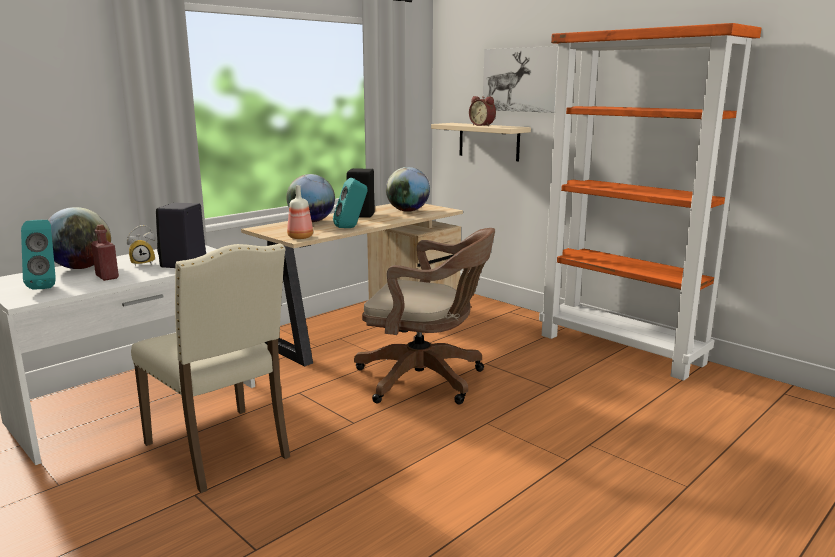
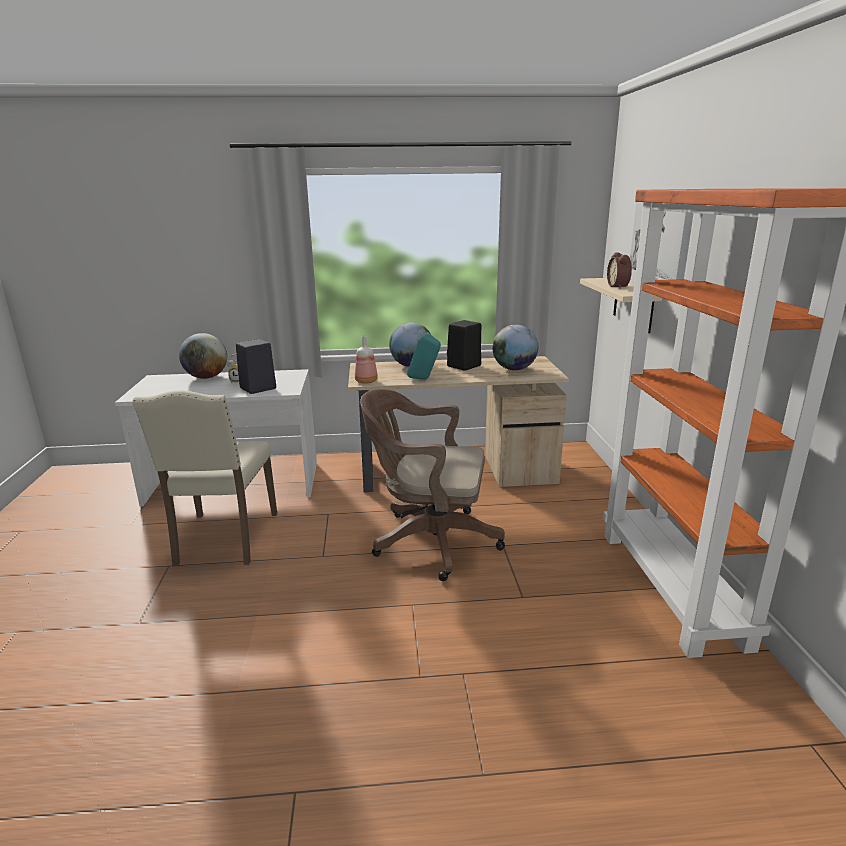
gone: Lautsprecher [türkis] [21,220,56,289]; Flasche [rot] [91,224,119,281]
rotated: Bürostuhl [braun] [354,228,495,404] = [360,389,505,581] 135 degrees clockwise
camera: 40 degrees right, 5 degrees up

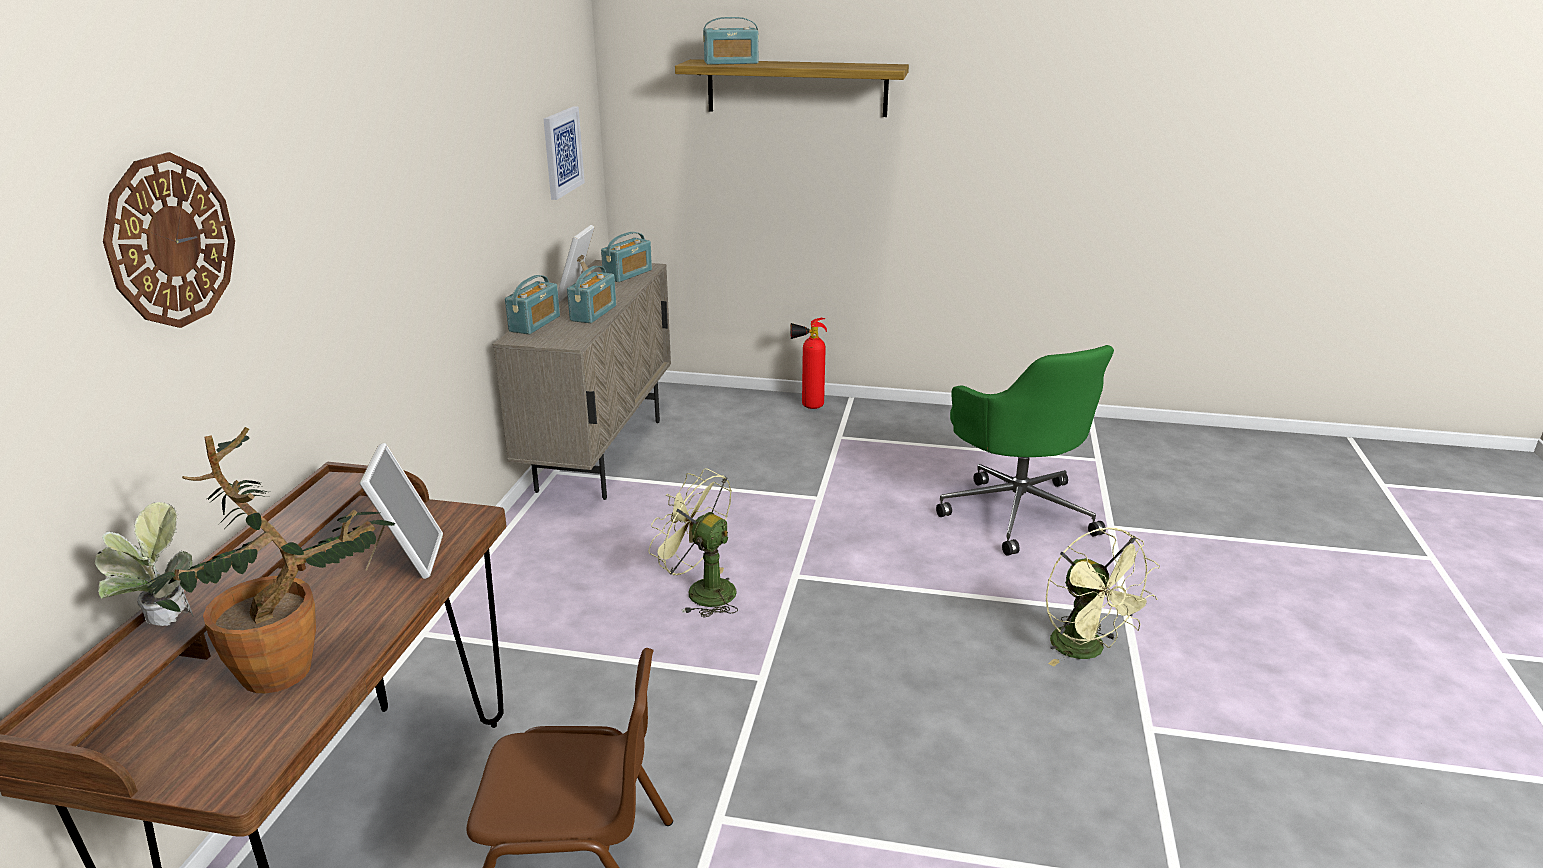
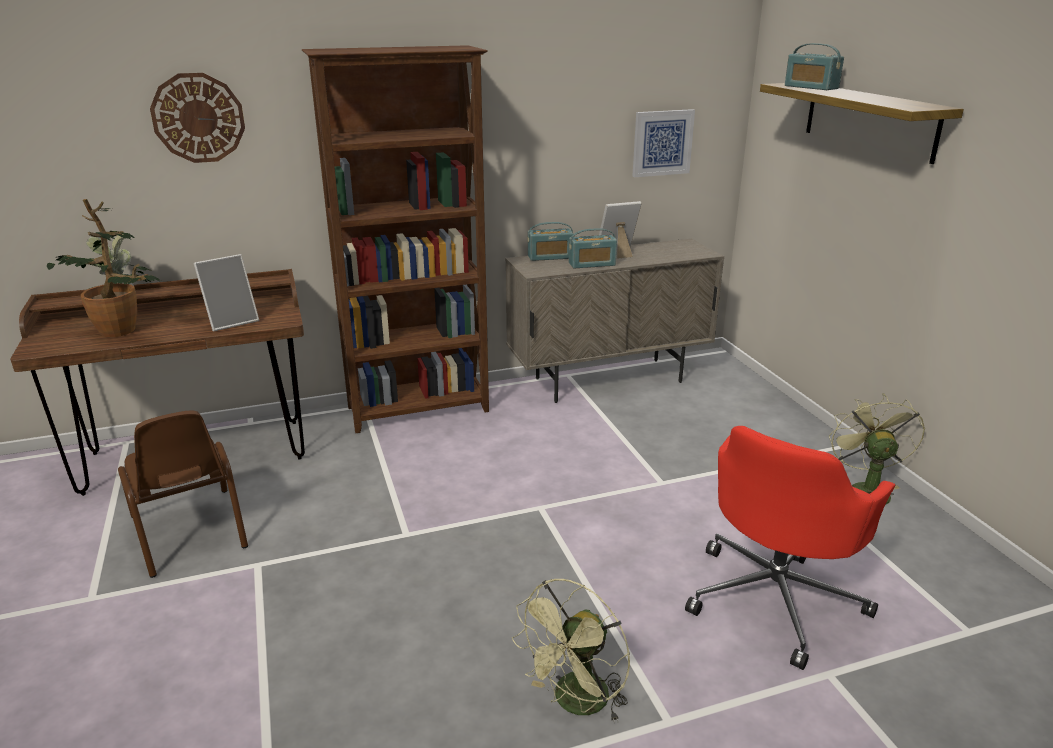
gone: Radio [601,232,652,282]; Feuerlöscher [791,318,827,409]
new: Bücherregal [braun] [302,45,489,433]
shifted: Ventilator [grün] [649,468,738,617] to [829,393,925,504]
repainted: Bürostuhl [grün] [936,345,1114,556] to Bürostuhl [rot] [685,426,896,670]
camera: 60 degrees right, 0 degrees up

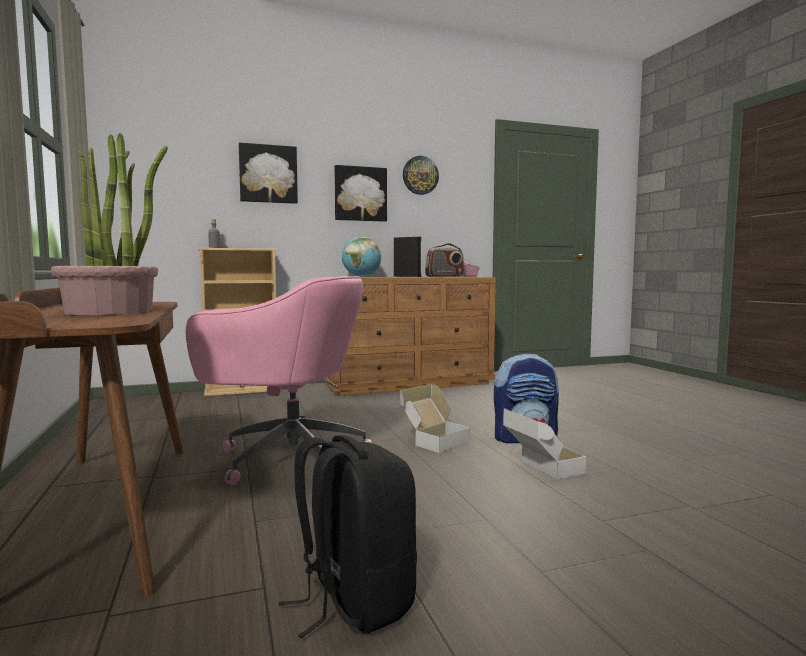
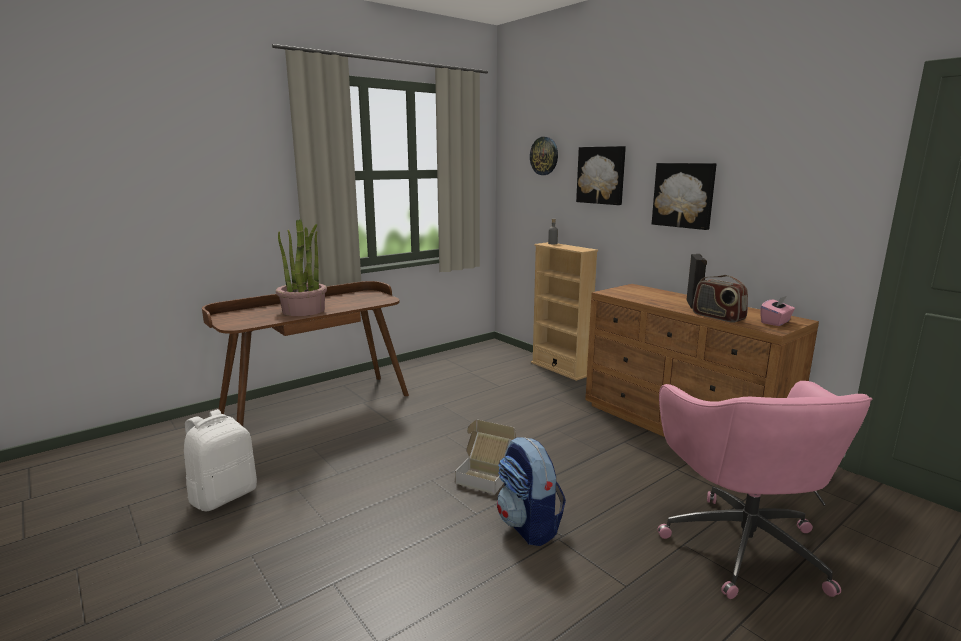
gone: Globus [342,237,381,277]; Karton [503,408,586,480]
shifted: Wanduhr [403,156,439,195] to [530,137,558,175]; Bürostuhl [rosa] [186,276,373,485] to [657,381,872,599]
repainted: Rucksack [schwarz] [279,435,417,638] to Rucksack [weiß] [184,409,257,511]
camera: 70 degrees right, 10 degrees up

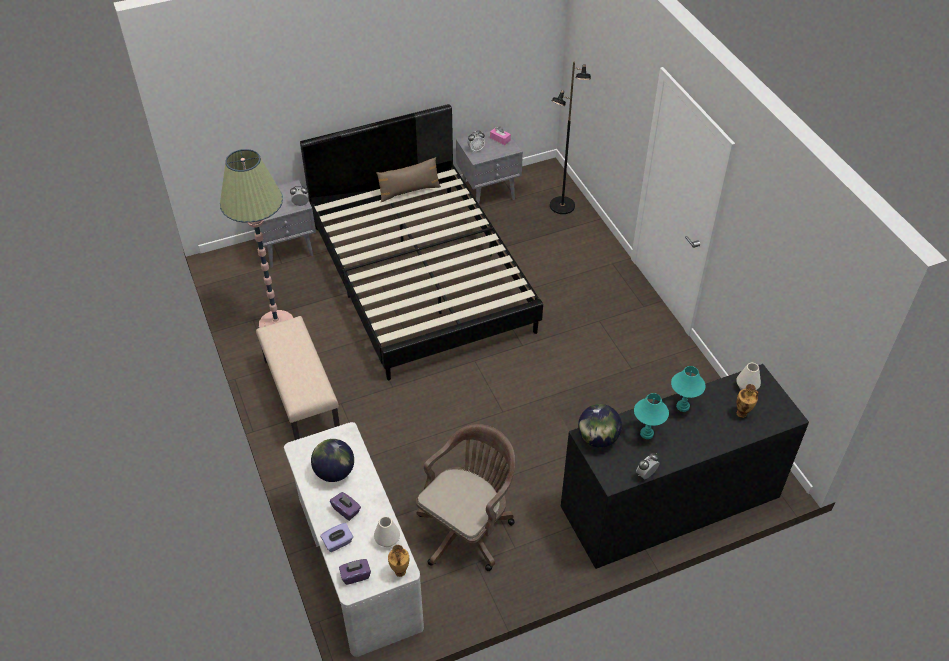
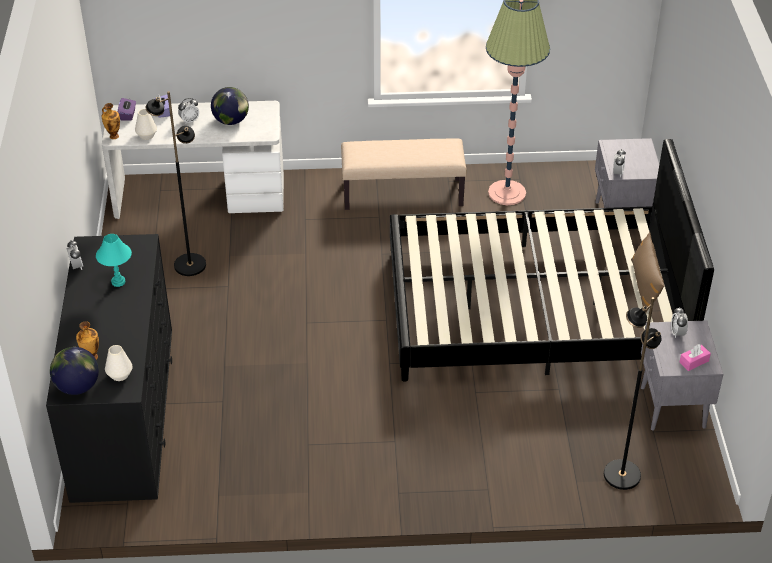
gone: Tischlampe [türkis] [671,366,706,412]
shifted: Globus [578,404,622,448] to [50,347,99,395]
swapped: Bürostuhl [braun] [416,424,515,571] to Stehlampe [schwarz] [146,91,206,276]; Taschentuchbox [lila] [330,492,361,521] to Wecker [178,98,199,123]
camera: 110 degrees right, 5 degrees down

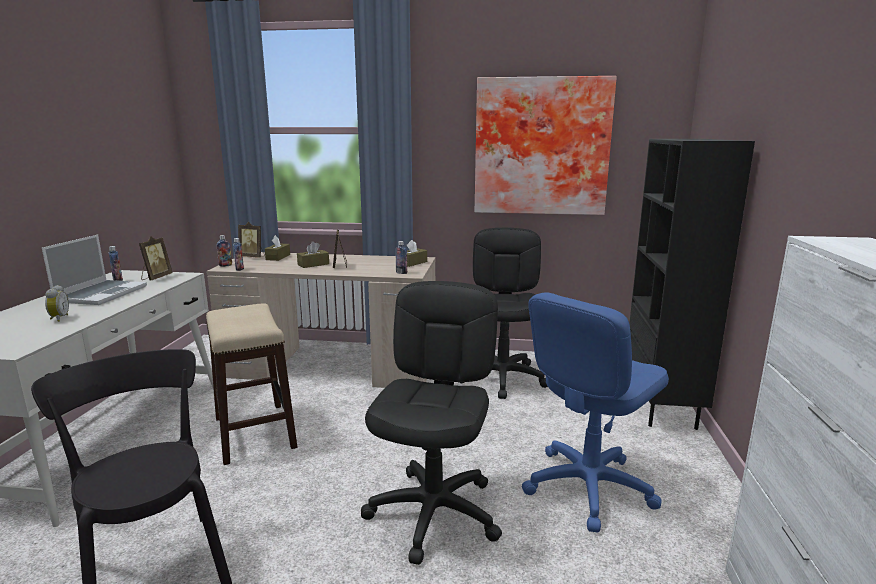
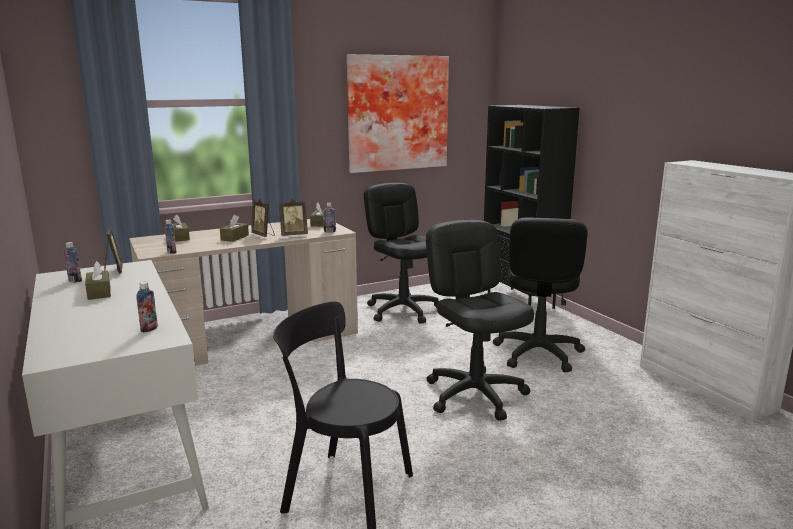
gone: Wecker [45,285,69,322]; Hocker [206,303,297,465]
shifted: Flasche [216,235,232,267] to [136,282,158,333]; Bilderrahmen [238,222,265,258] to [279,199,308,236]
swapped: Laptop [42,235,147,305] to Taschentuchbox [braun] [85,261,111,300]
repainted: Bürostuhl [blau] [522,292,669,532] to Bürostuhl [schwarz] [493,217,588,372]
camera: 35 degrees left, 0 degrees up

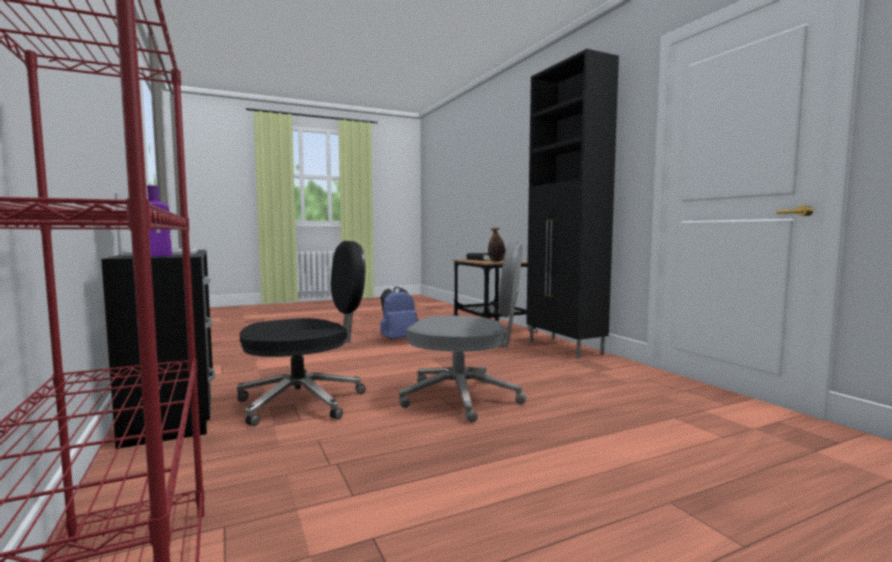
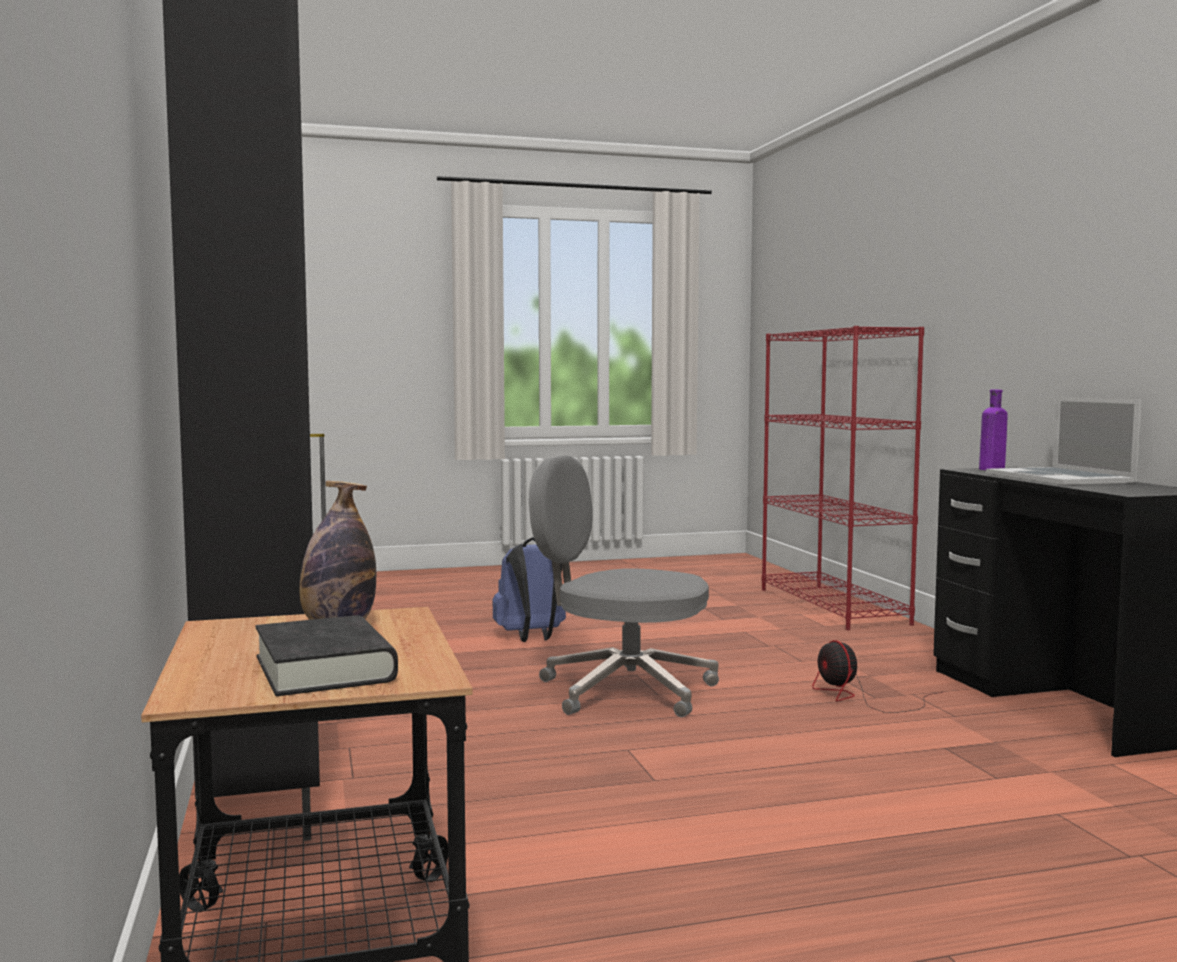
shifted: Rucksack [blau] [380,286,419,339] to [493,537,566,642]
swapped: Bürostuhl [schwarz] [237,241,366,426] to Ventilator [812,640,943,713]
camera: 170 degrees left, 0 degrees up

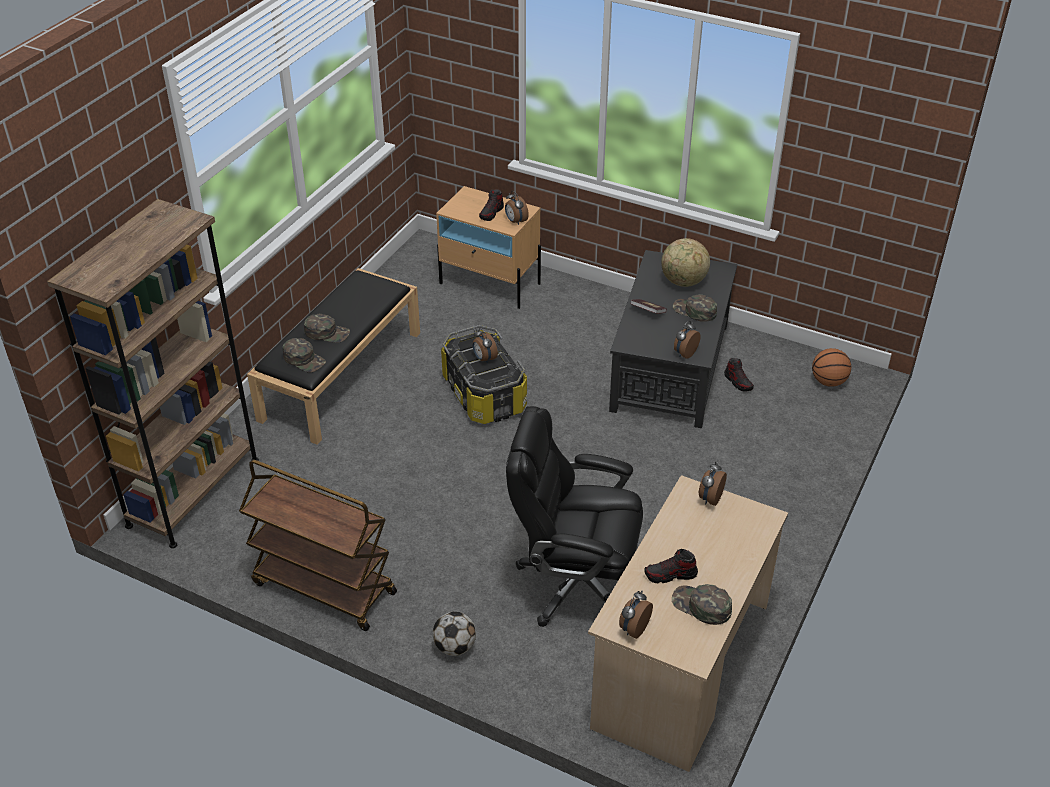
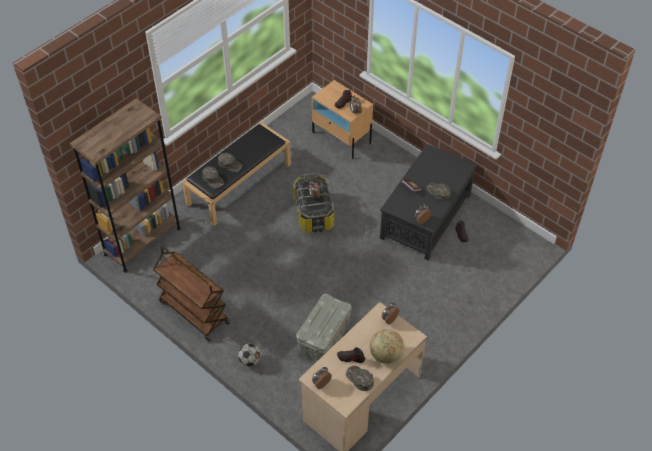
gone: Basketball [812,348,851,387]
shifted: Globus [661,238,710,287] to [370,329,404,364]
swapped: Bürostuhl [schwarz] [506,406,643,627] to Aufbewahrungsbox [grau] [296,294,352,362]
camera: 15 degrees right, 10 degrees up

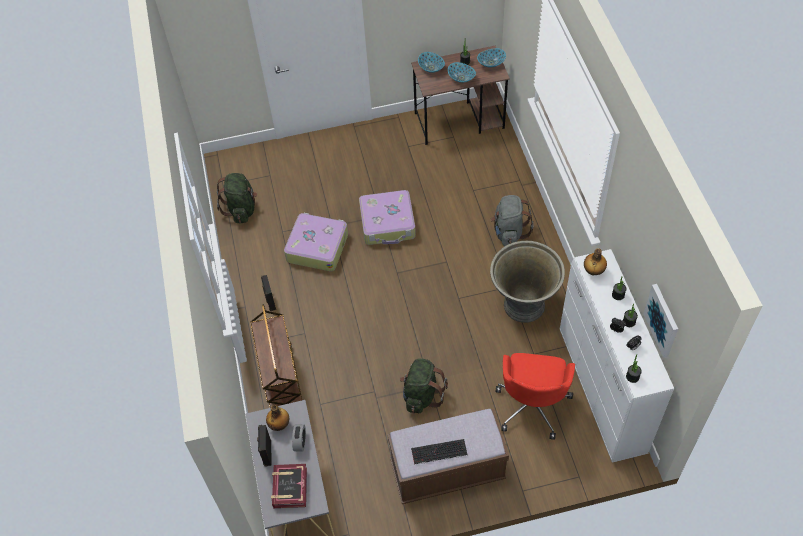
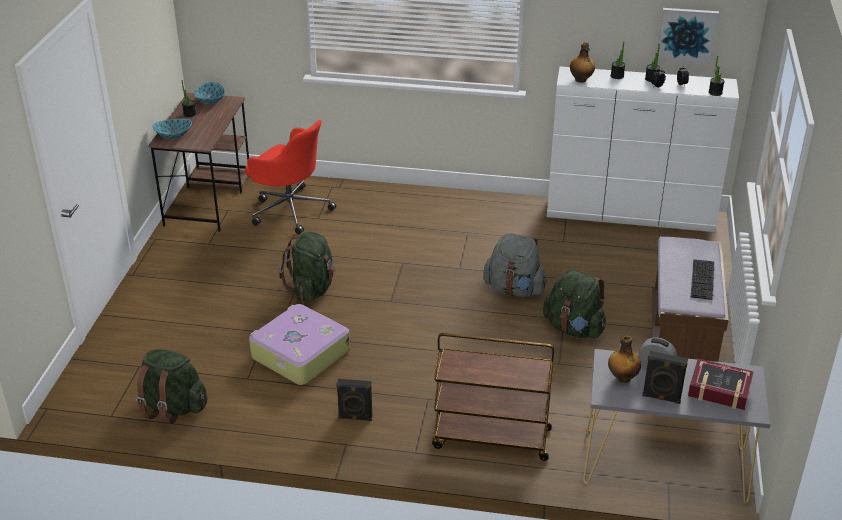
gone: Schüssel [448,62,476,83]; Pflanzkübel [grau] [490,241,565,323]
shifted: Bürostuhl [rot] [496,353,575,440] to [245,120,336,234]; Rucksack [grau] [490,195,534,246] to [483,233,547,297]
swapped: Koffer [359,190,416,245] to Rucksack [grün] [279,232,336,302]
camera: 70 degrees left, 20 degrees down

